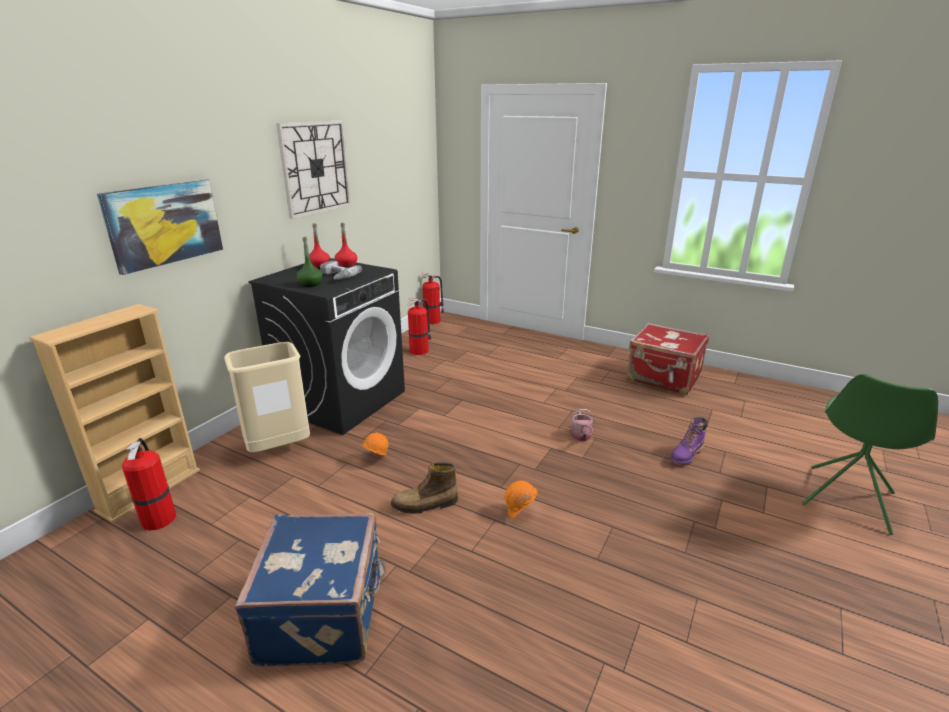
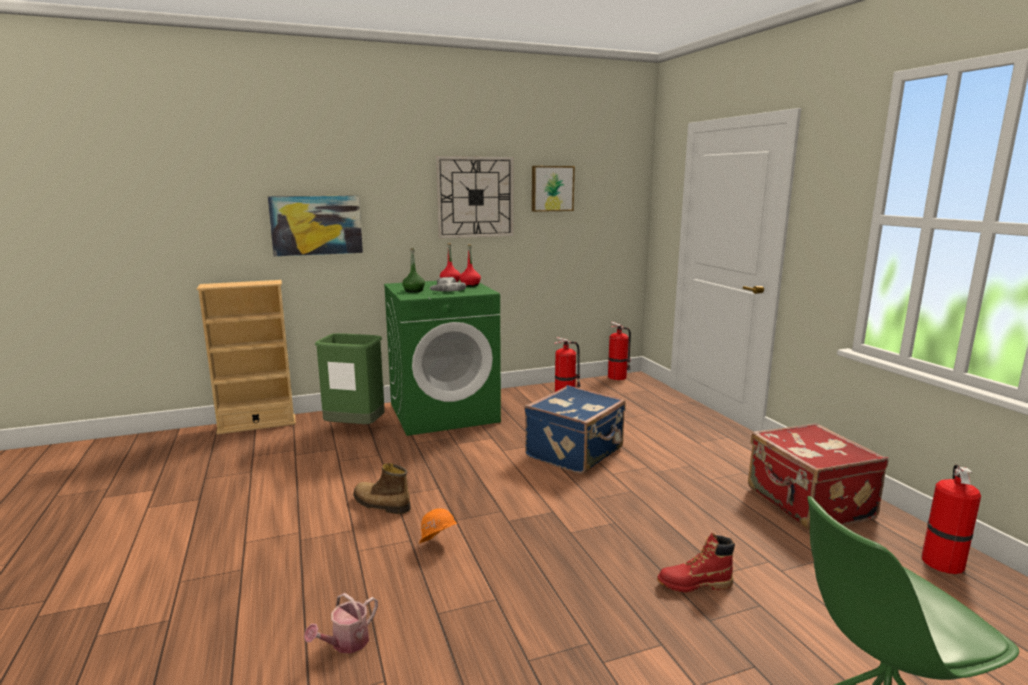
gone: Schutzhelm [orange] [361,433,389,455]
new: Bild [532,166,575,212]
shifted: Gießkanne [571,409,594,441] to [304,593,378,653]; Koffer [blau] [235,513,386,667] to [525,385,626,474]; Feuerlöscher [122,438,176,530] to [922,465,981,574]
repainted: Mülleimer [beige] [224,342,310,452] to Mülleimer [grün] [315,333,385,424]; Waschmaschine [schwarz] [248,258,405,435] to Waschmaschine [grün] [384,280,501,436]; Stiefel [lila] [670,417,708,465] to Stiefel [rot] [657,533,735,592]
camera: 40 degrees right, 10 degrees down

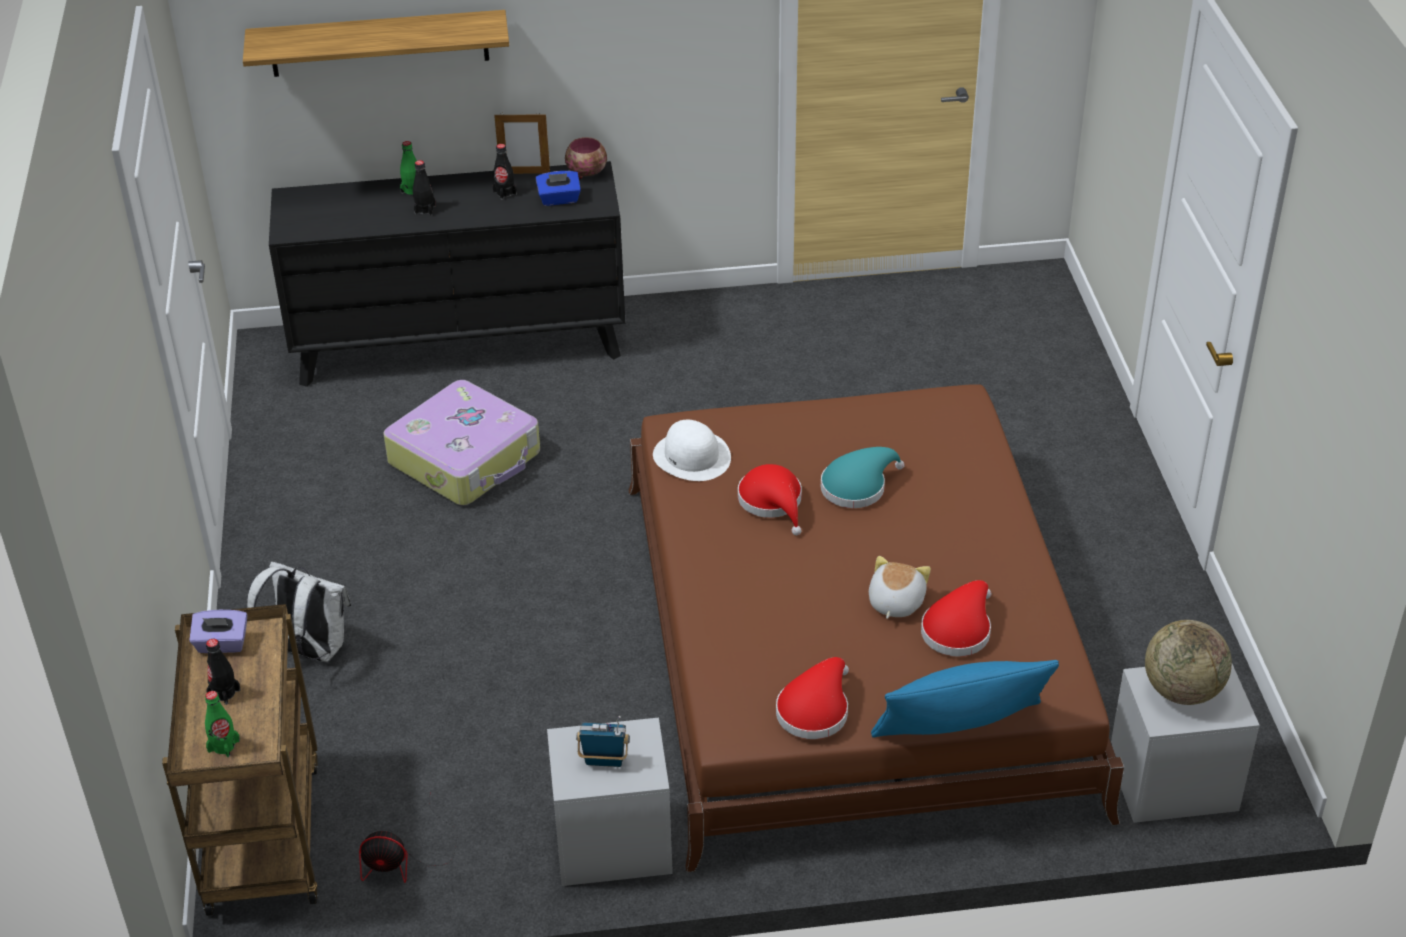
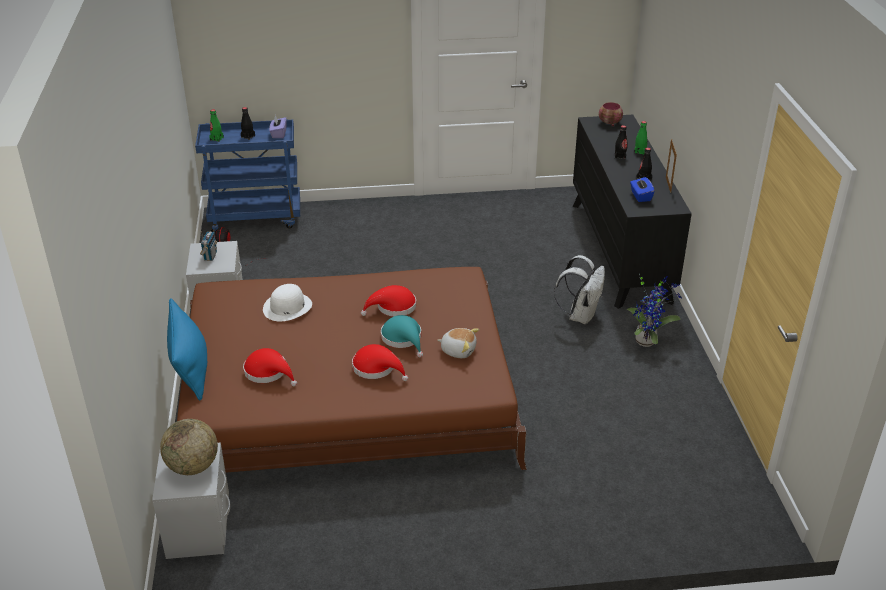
gone: Wandregal [243,10,509,77]; Koffer [383,380,540,505]
new: Topfpflanze [626,273,682,347]
shifted: Hut [weiß] [653,420,731,481] to [263,284,312,322]; Hut [rot] [776,657,849,739] to [352,344,408,381]; Plüschtier [869,556,931,619] to [438,328,479,358]; Rucksack [weiß] [247,562,351,662] to [554,255,605,325]; Schüssel [565,137,607,179] to [599,102,623,126]
repainted: Rollwagen [braun] [162,604,318,916] to Rollwagen [blau] [195,120,300,232]
camera: 90 degrees right, 5 degrees down

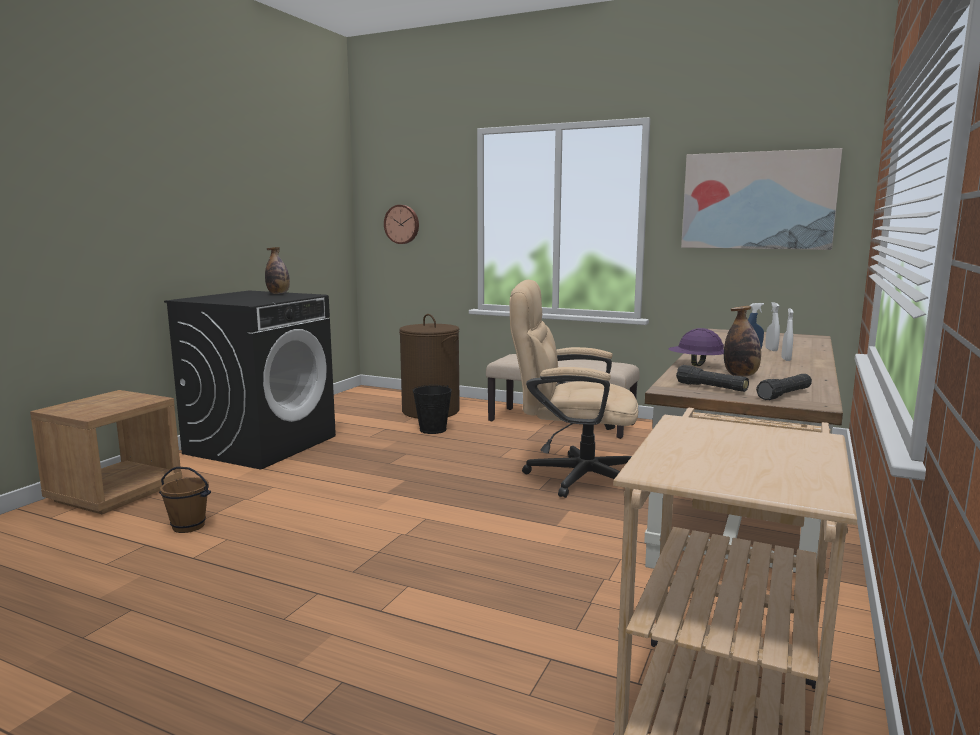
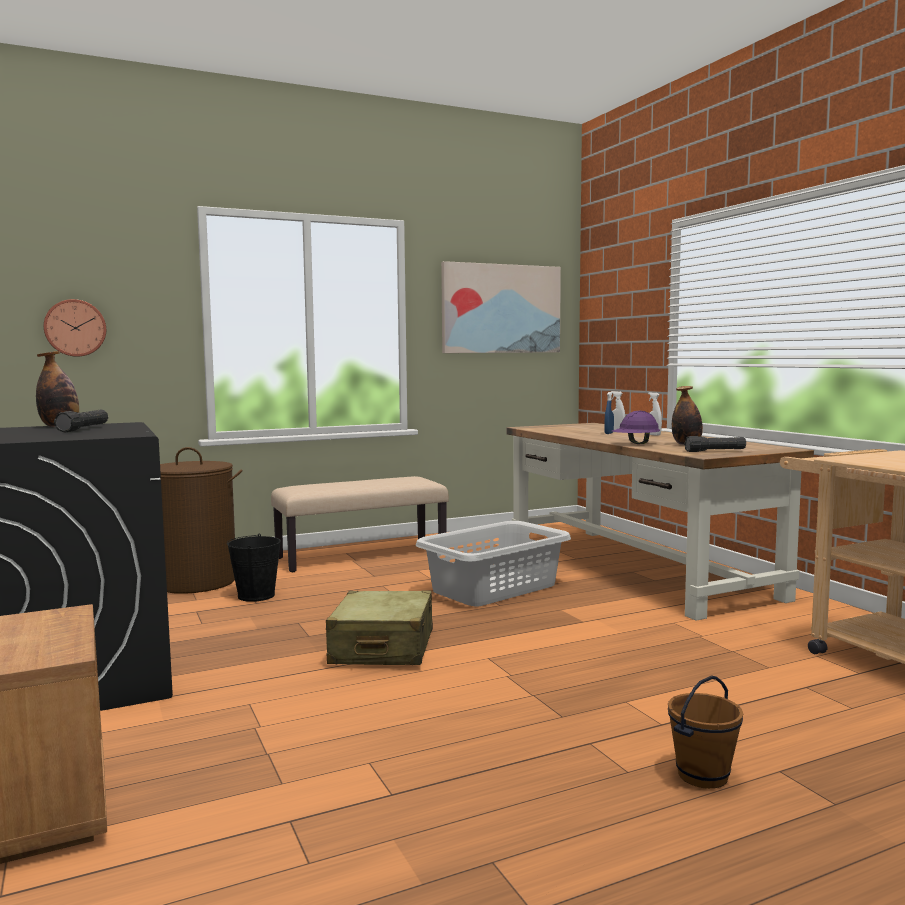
new: Koffer [beige] [326,591,433,665]
shifted: Taschenlampe [schwarz] [756,374,812,400] to [54,409,108,433]; Eimer [braun] [159,466,211,533] to [668,675,743,789]
swapped: Bürostuhl [beige] [510,279,639,498] to Wäschekorb [grau] [416,521,571,607]
camera: 50 degrees left, 5 degrees down

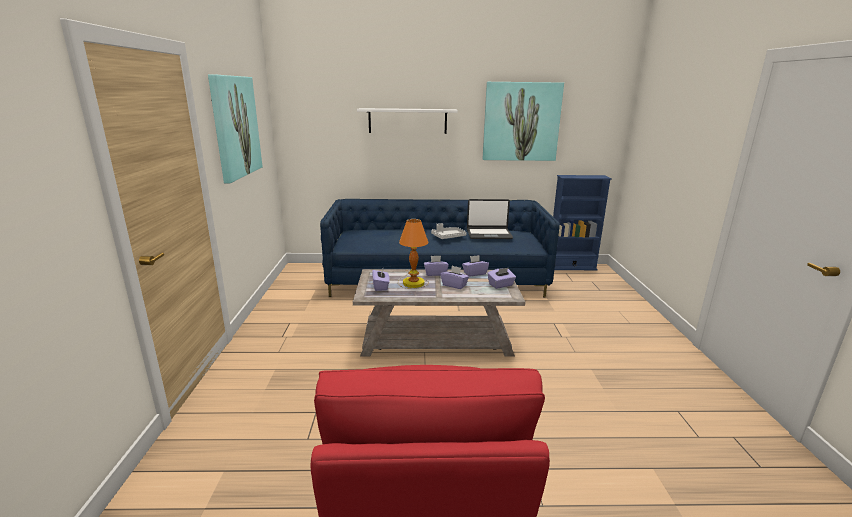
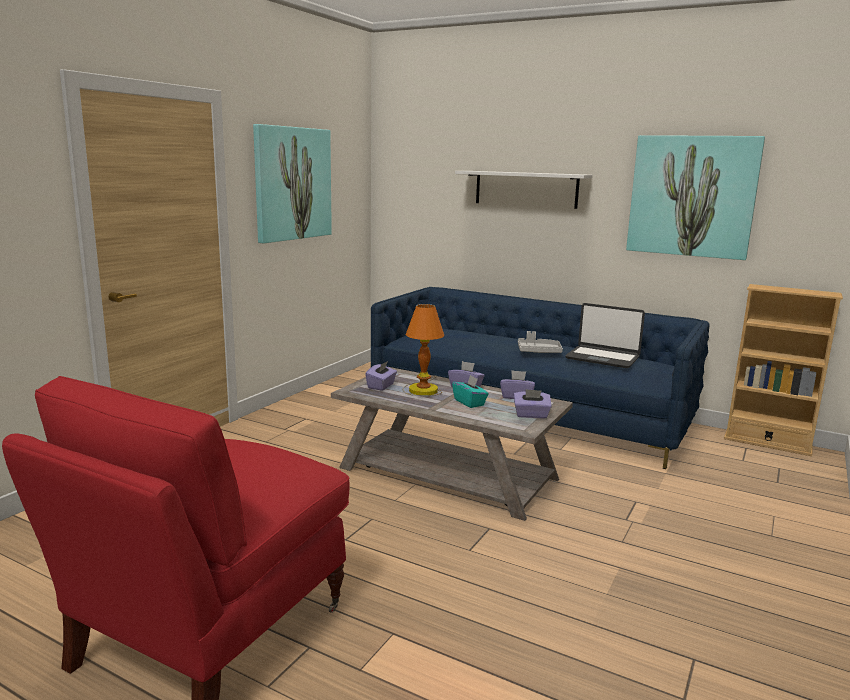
repainted: Taschentuchbox [lila] [441,266,469,289] to Taschentuchbox [türkis] [452,375,489,408]; Bücherregal [blau] [553,175,612,270] to Bücherregal [beige] [724,284,843,456]
camera: 30 degrees right, 5 degrees down

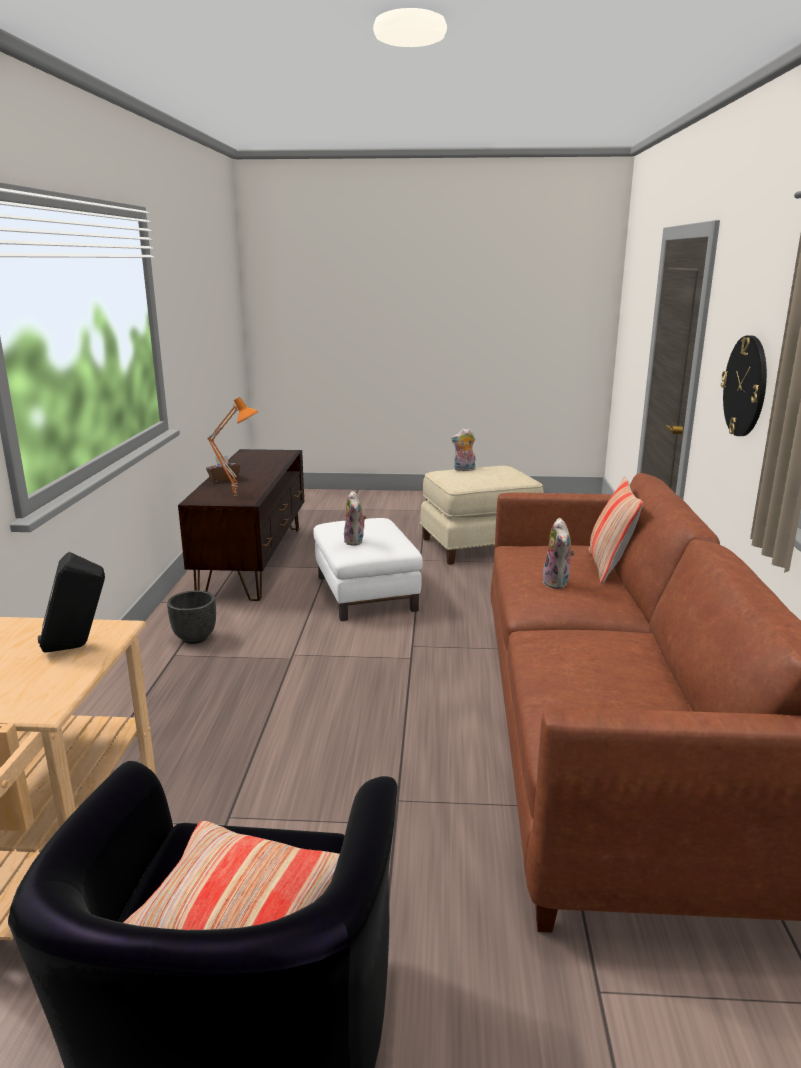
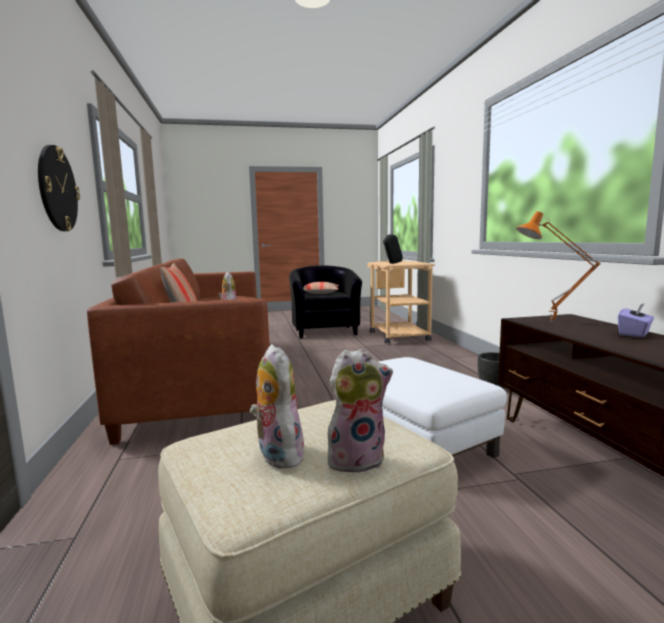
shifted: Plüschtier [344,491,367,546] to [249,344,305,469]
repainted: Taschentuchbox [braun] [206,455,240,482] to Taschentuchbox [lila] [618,303,654,338]
camera: 165 degrees right, 10 degrees down

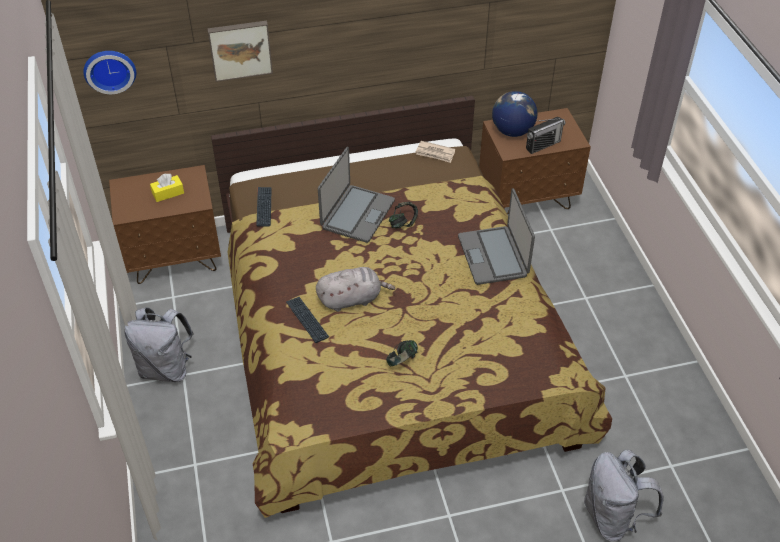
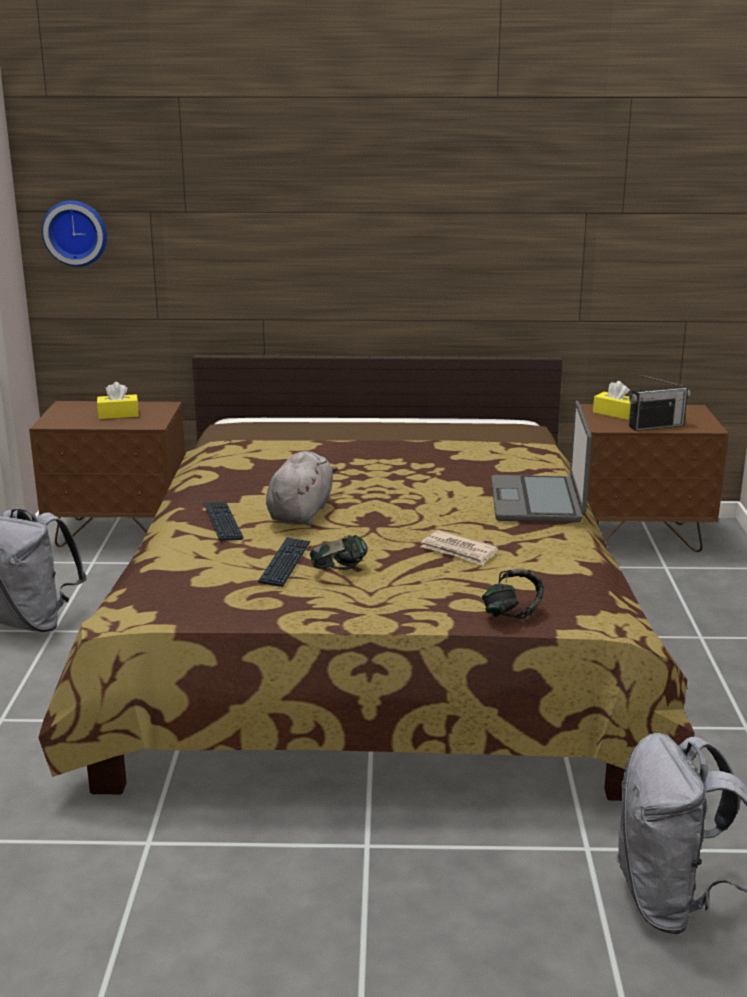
gone: Bild [207,21,273,82]; Laptop [318,147,395,243]
shifted: Tastatur [256,187,272,227] to [258,537,311,587]; Zeitung [416,141,455,163] to [421,530,498,566]; Kopfhörer [389,202,418,229] to [482,568,544,619]
swapped: Globus [492,91,537,137] to Taschentuchbox [gelb] [593,381,631,420]
rotated: Plüschtier [grau] [316,267,395,312] = [266,451,338,525] 75 degrees counterclockwise
camera: 15 degrees right, 25 degrees down

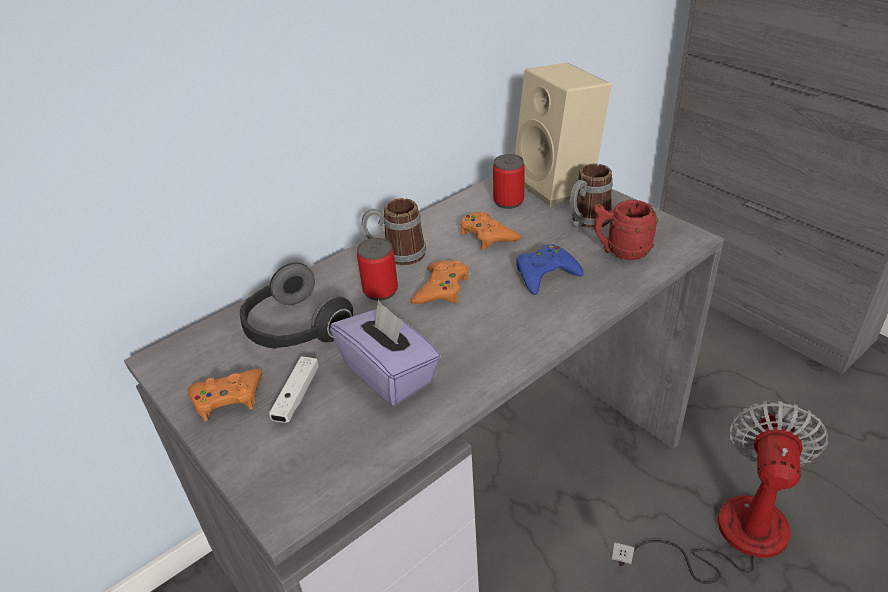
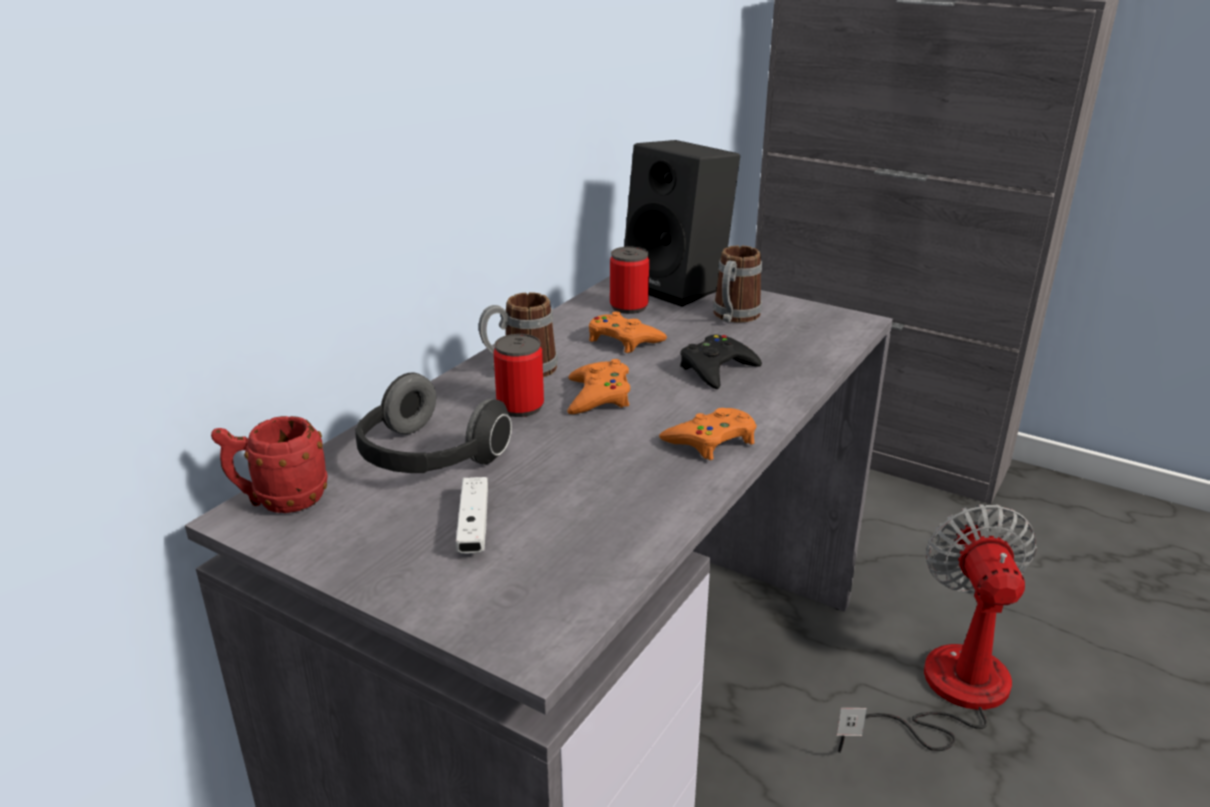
gone: Taschentuchbox [lila] [330,299,441,406]
shifted: Henkelbecher [rot] [594,200,658,260] to [211,416,328,513]; Gamepad [orange] [187,369,262,421] to [659,408,756,460]
repainted: Lautsprecher [beige] [515,63,612,206] to Lautsprecher [schwarz] [624,140,740,307]; Gamepad [blau] [516,244,584,295] to Gamepad [schwarz] [680,334,762,389]
camera: 20 degrees left, 10 degrees down

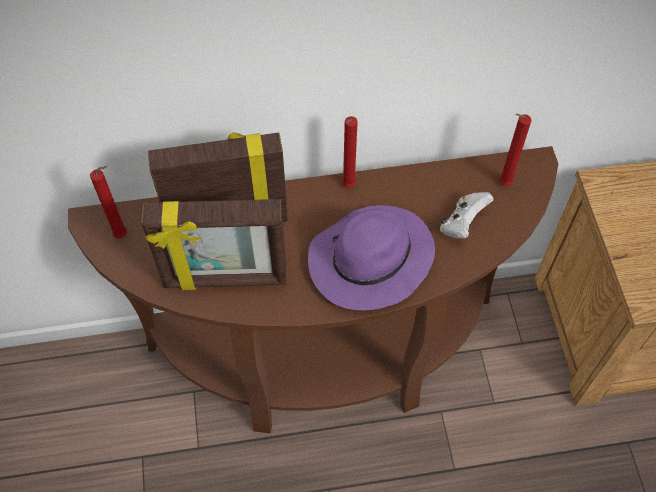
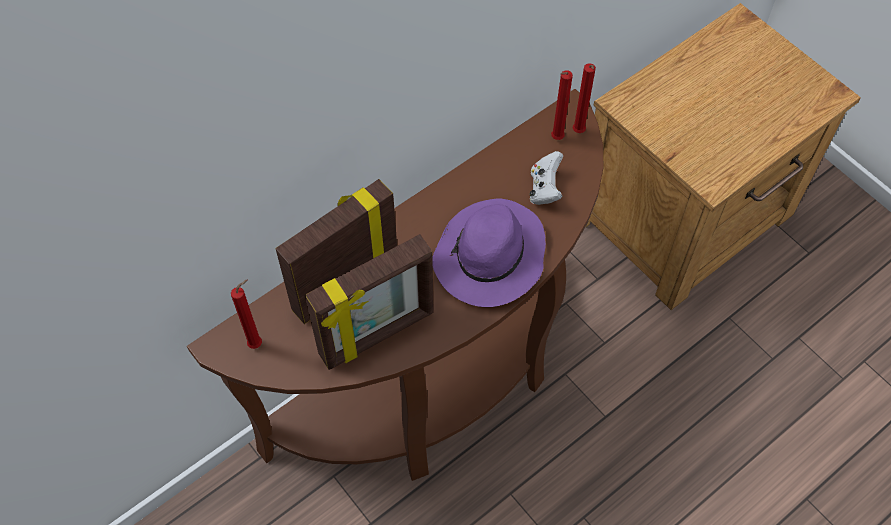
shifted: Kerze [rot] [342,116,358,188] to [573,63,596,133]
camera: 30 degrees left, 0 degrees up

